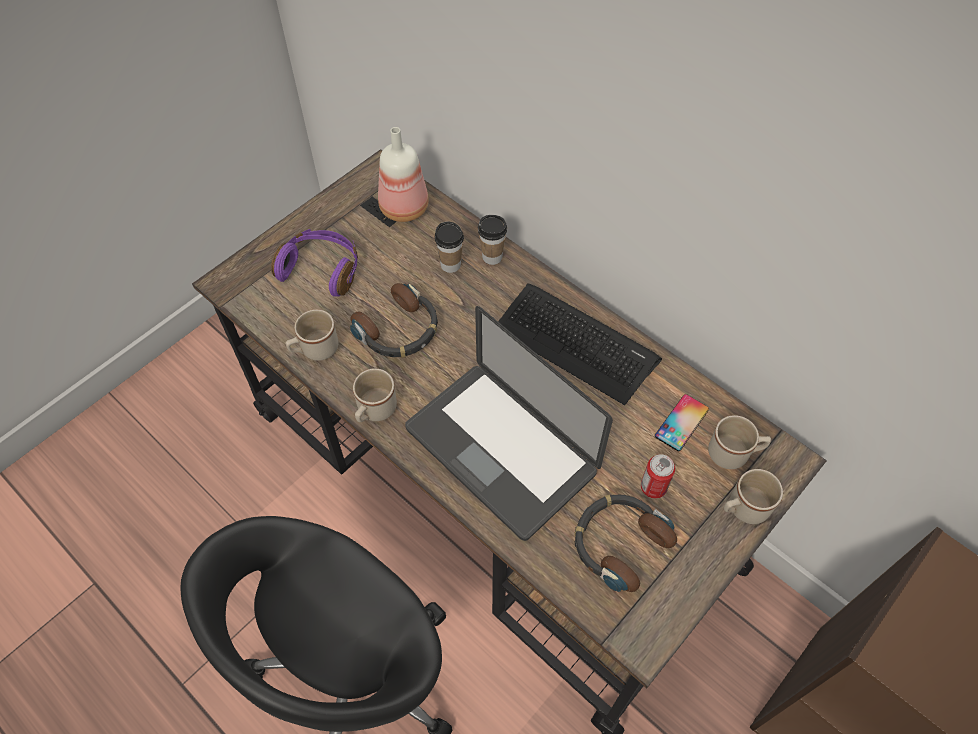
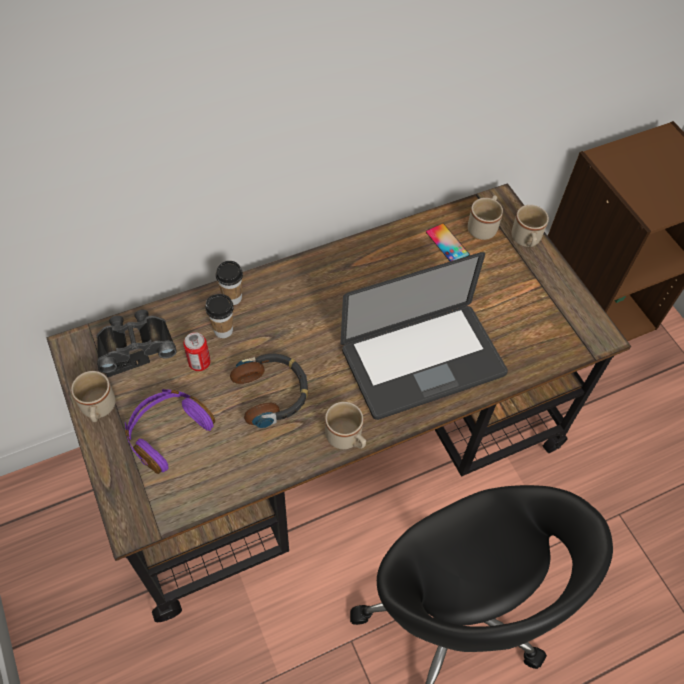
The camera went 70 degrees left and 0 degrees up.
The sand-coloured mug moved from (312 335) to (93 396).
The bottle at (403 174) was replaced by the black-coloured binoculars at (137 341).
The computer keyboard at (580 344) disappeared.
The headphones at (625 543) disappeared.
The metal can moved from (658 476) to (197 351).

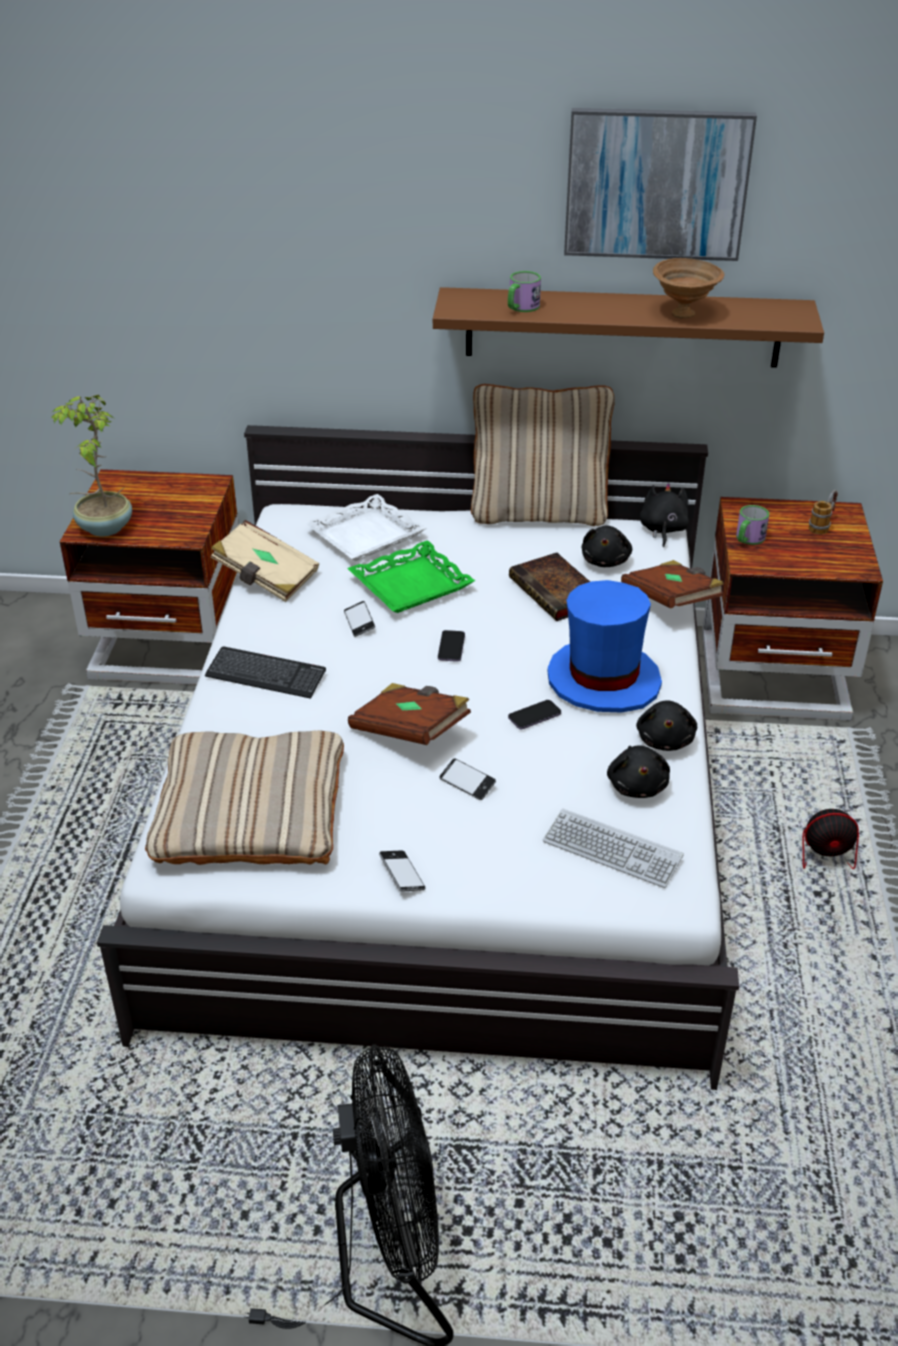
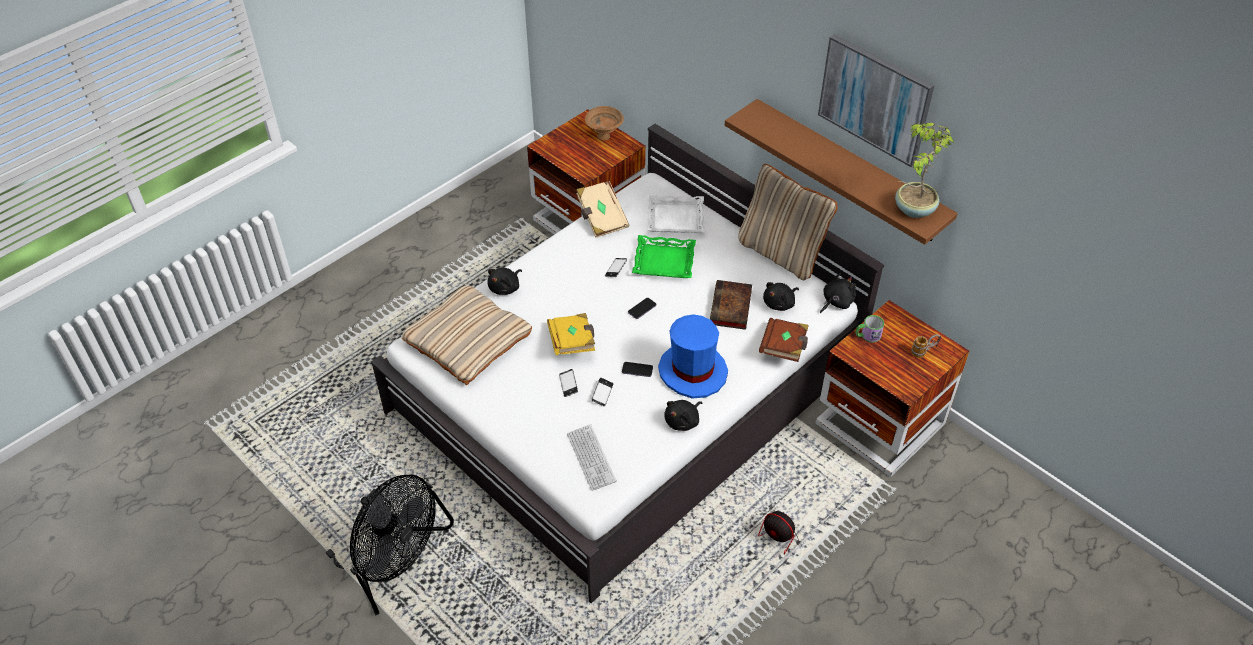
The camera went 40 degrees right and 10 degrees up.
The houseplant moved from (92 466) to (924 170).
The computer keyboard at (265 673) disappeared.
The brown book at (409 714) became the yellowish book at (571 334).
The handset moved from (402 870) to (602 392).
The mug at (524 291) disappeared.
The black-coloured cuddly toy moved from (638 771) to (504 281).
The brown bowl moved from (689 288) to (604 123).

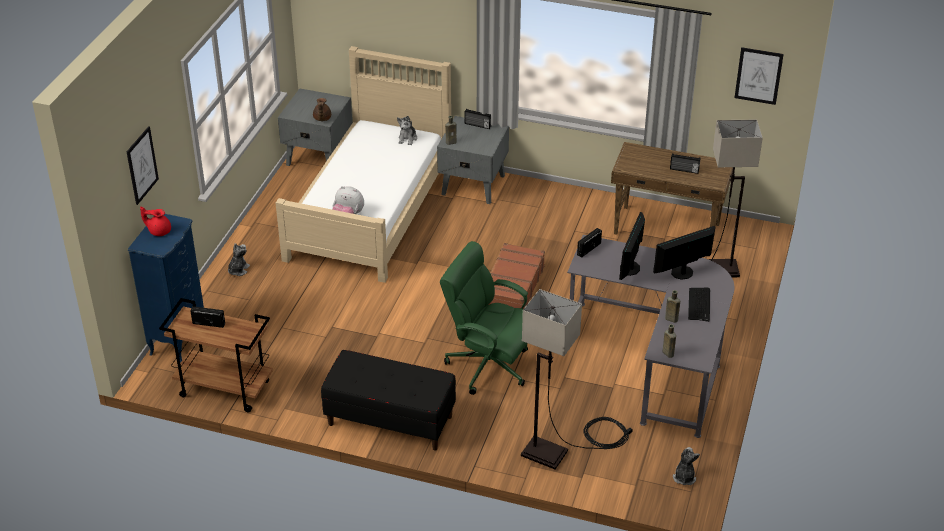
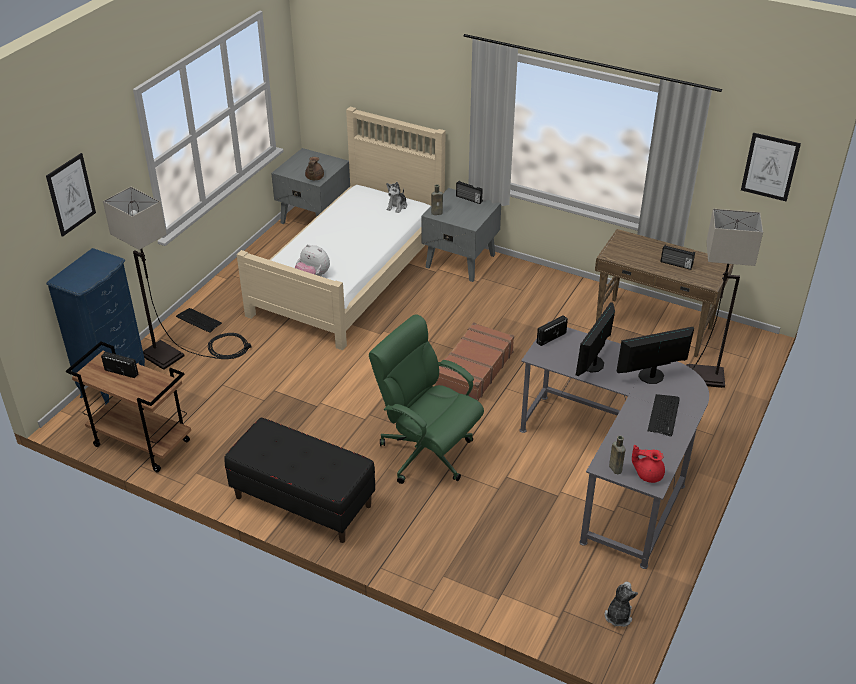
The camera went 10 degrees right and 0 degrees up.
The reddish tea pot moved from (155 221) to (648 464).
The cuddly toy at (239 259) was replaced by the computer keyboard at (199 320).
The standing lamp moved from (577 379) to (177 278).
The brown bottle at (672 306) disappeared.

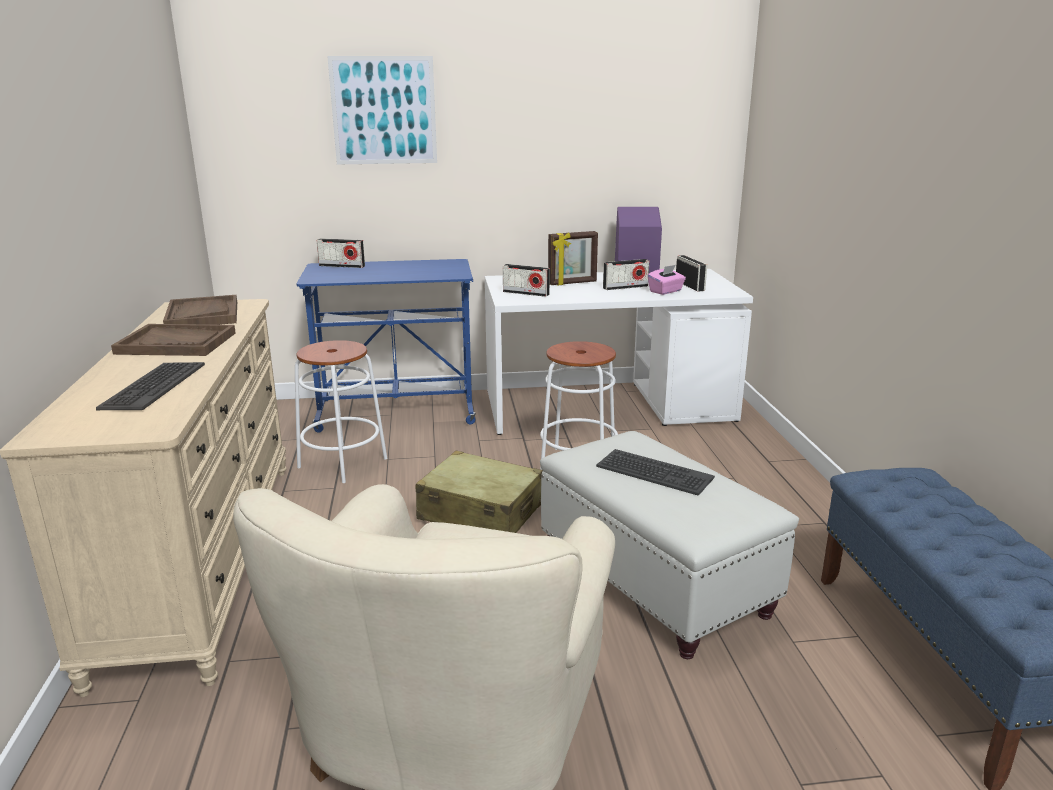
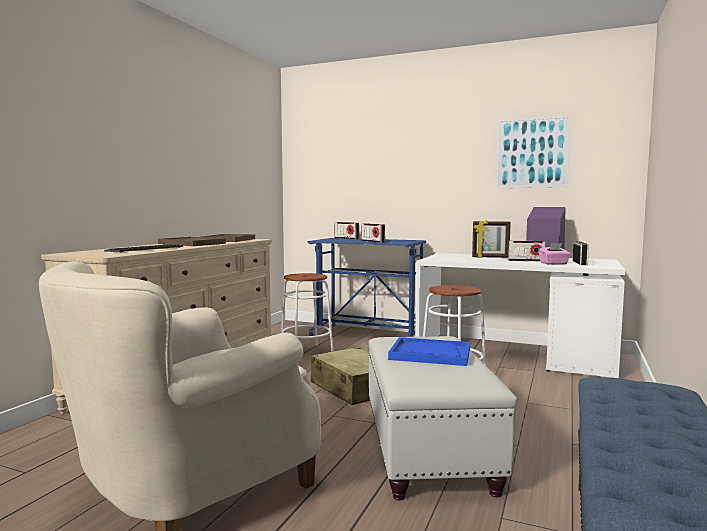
The camera went 30 degrees right and 15 degrees down.
The wall art moved from (382 110) to (533 151).
The radio receiver moved from (526 280) to (373 233).
The computer keyboard at (655 472) was replaced by the blue tray at (429 351).

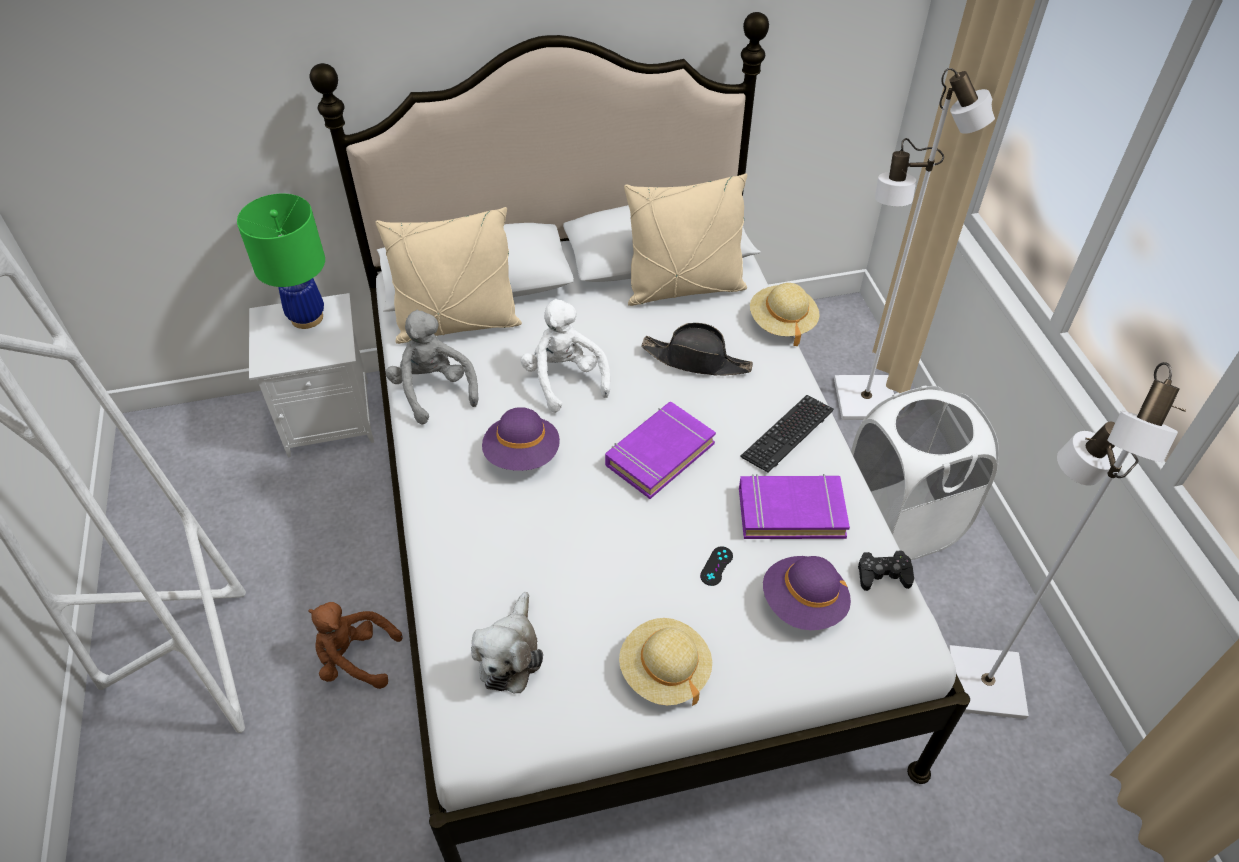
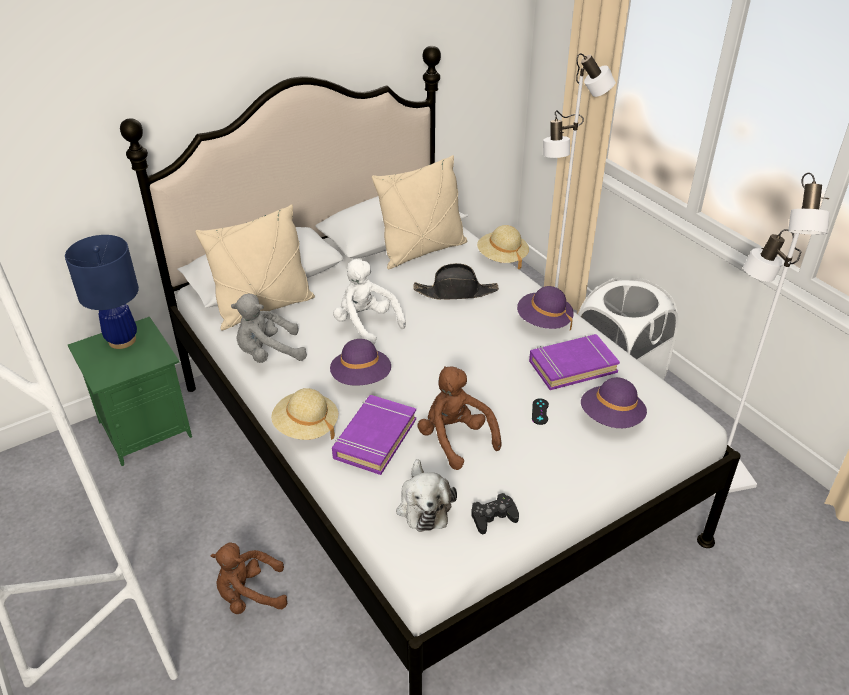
The camera went 20 degrees left and 10 degrees down.
The green-coloured lamp for a table at (281 261) became the blue lamp for a table at (102 292).
The grey night table at (311 375) became the green-coloured night table at (130 391).
The grey cuddly toy at (432 367) turned 60 degrees counterclockwise.
The purple-coloured book moved from (660 450) to (374 435).
The sand-coloured hat moved from (665 662) to (304 414).
The computer keyboard at (787 433) was replaced by the purple-coloured hat at (545 308).
The black-coloured gamepad moved from (886 571) to (495 513).
The brown cuddly toy at (459 418) appeared.

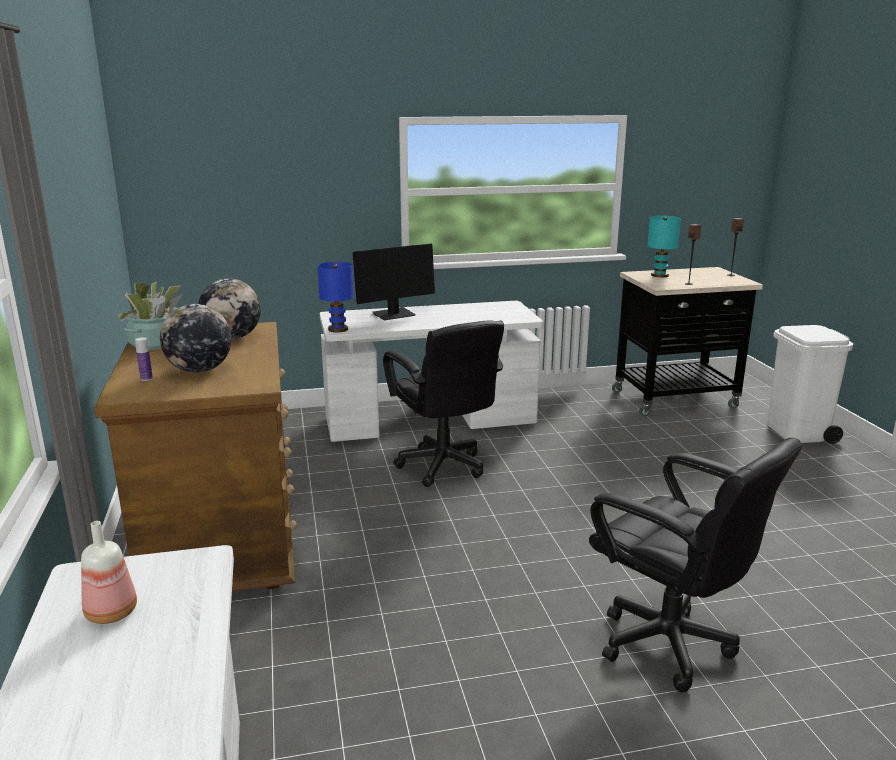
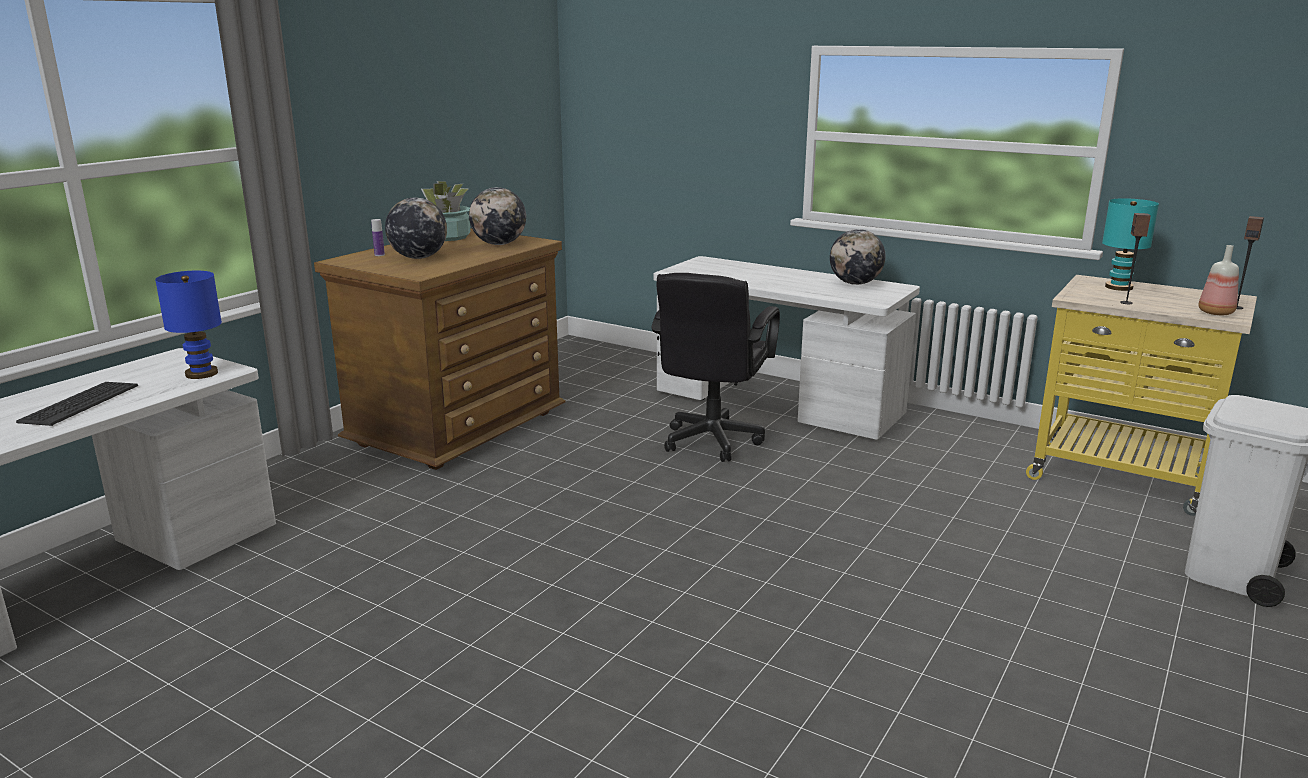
The camera went 45 degrees right and 0 degrees up.
The bottle moved from (109 572) to (1218 280).
The blue lamp for a table moved from (335 297) to (188 325).
The monitor at (394 282) disappeared.
The black-coloured office chair at (695 564) disappeared.
The black-coloured wheeled cart at (687 342) became the yellowish wheeled cart at (1141 395).
The computer keyboard at (77 404) appeared.
The globe at (858 257) appeared.

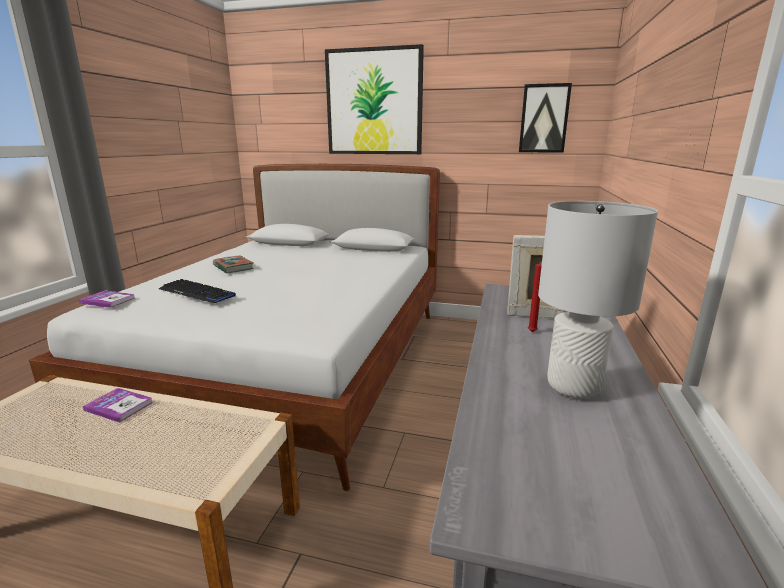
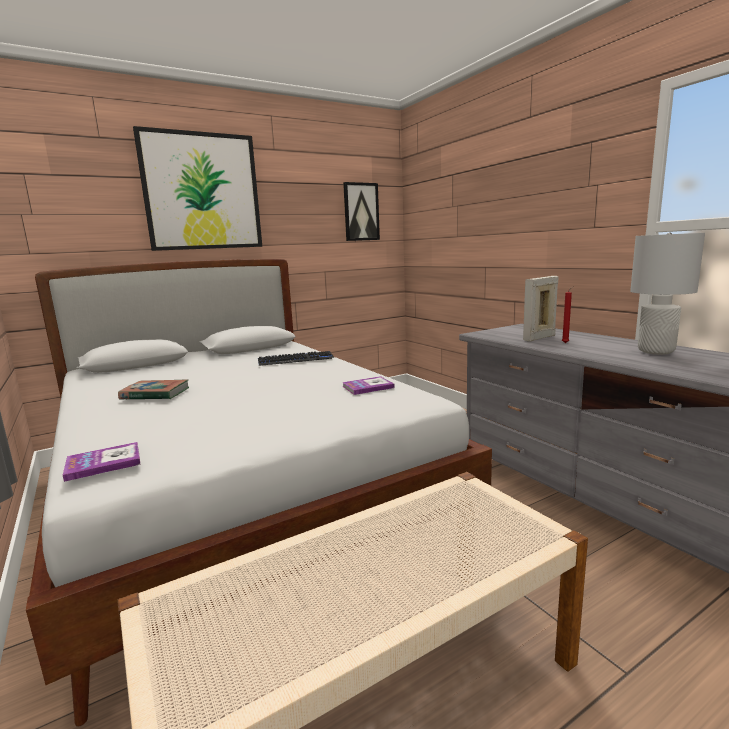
The camera went 45 degrees left and 5 degrees down.
The book moved from (118 405) to (368 385).
The computer keyboard moved from (197 291) to (296 358).

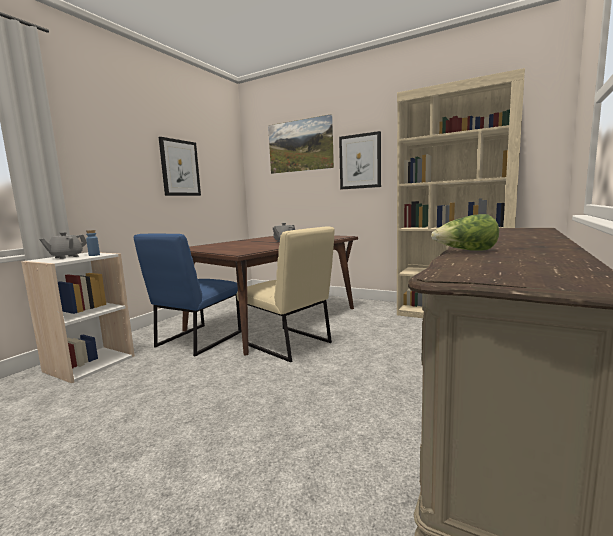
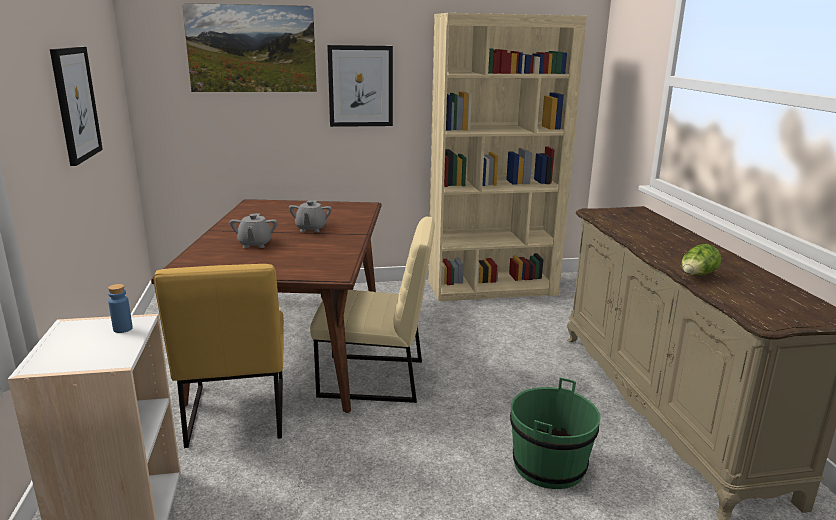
The camera went 40 degrees left and 10 degrees up.
The grey tea pot moved from (63 245) to (253 230).
The blue plain chair at (188 295) became the yellowish plain chair at (218 356).
The green-coloured water bucket at (555 433) appeared.

